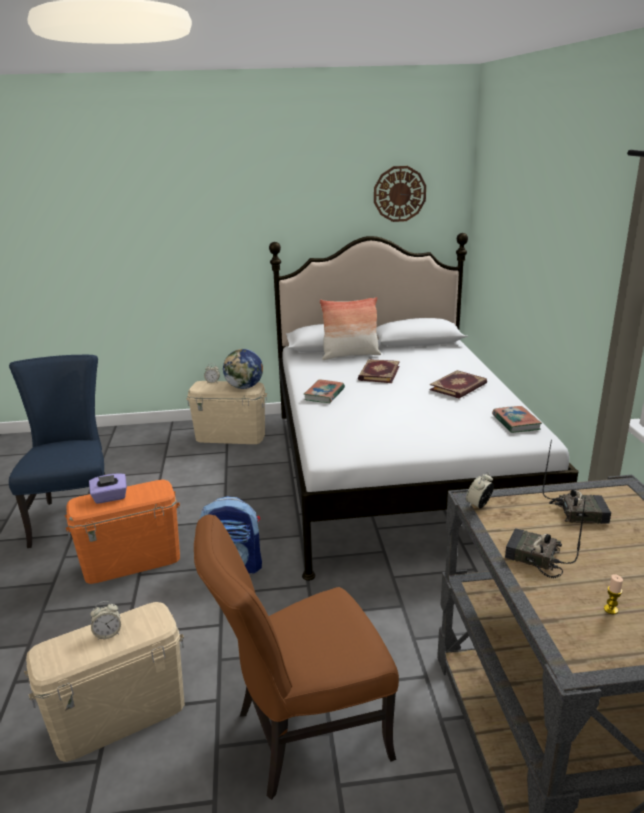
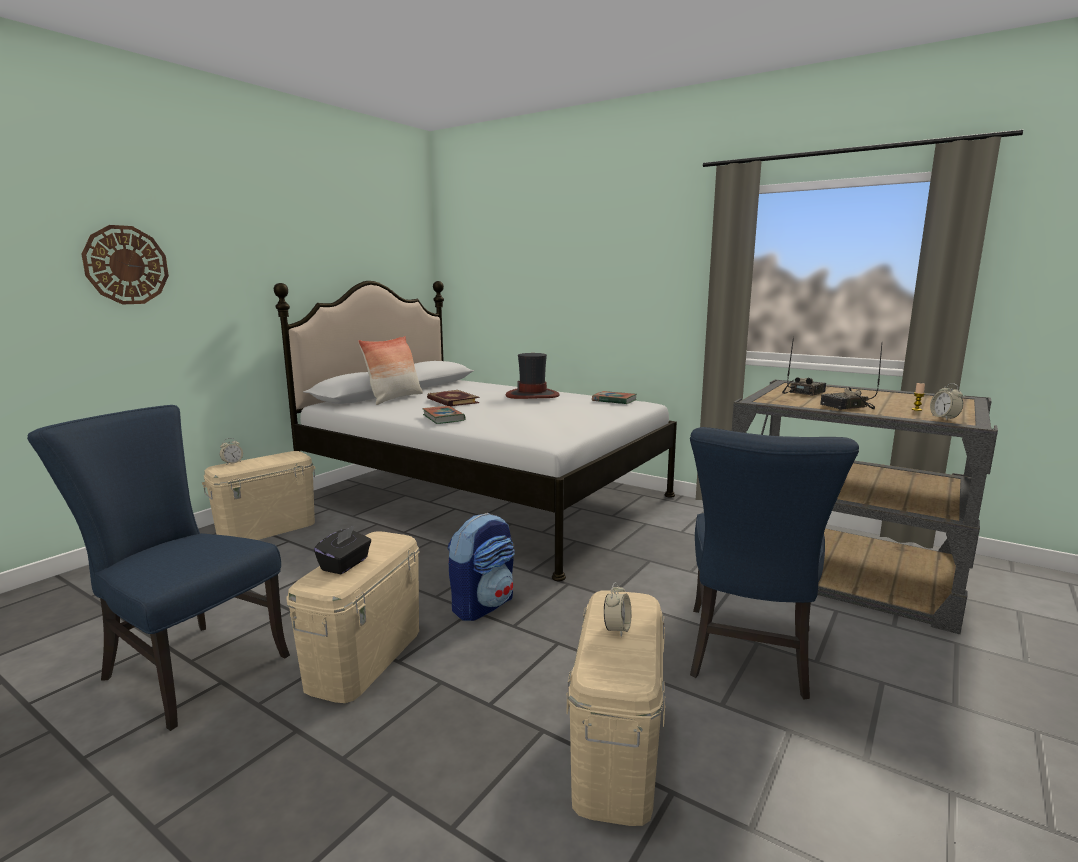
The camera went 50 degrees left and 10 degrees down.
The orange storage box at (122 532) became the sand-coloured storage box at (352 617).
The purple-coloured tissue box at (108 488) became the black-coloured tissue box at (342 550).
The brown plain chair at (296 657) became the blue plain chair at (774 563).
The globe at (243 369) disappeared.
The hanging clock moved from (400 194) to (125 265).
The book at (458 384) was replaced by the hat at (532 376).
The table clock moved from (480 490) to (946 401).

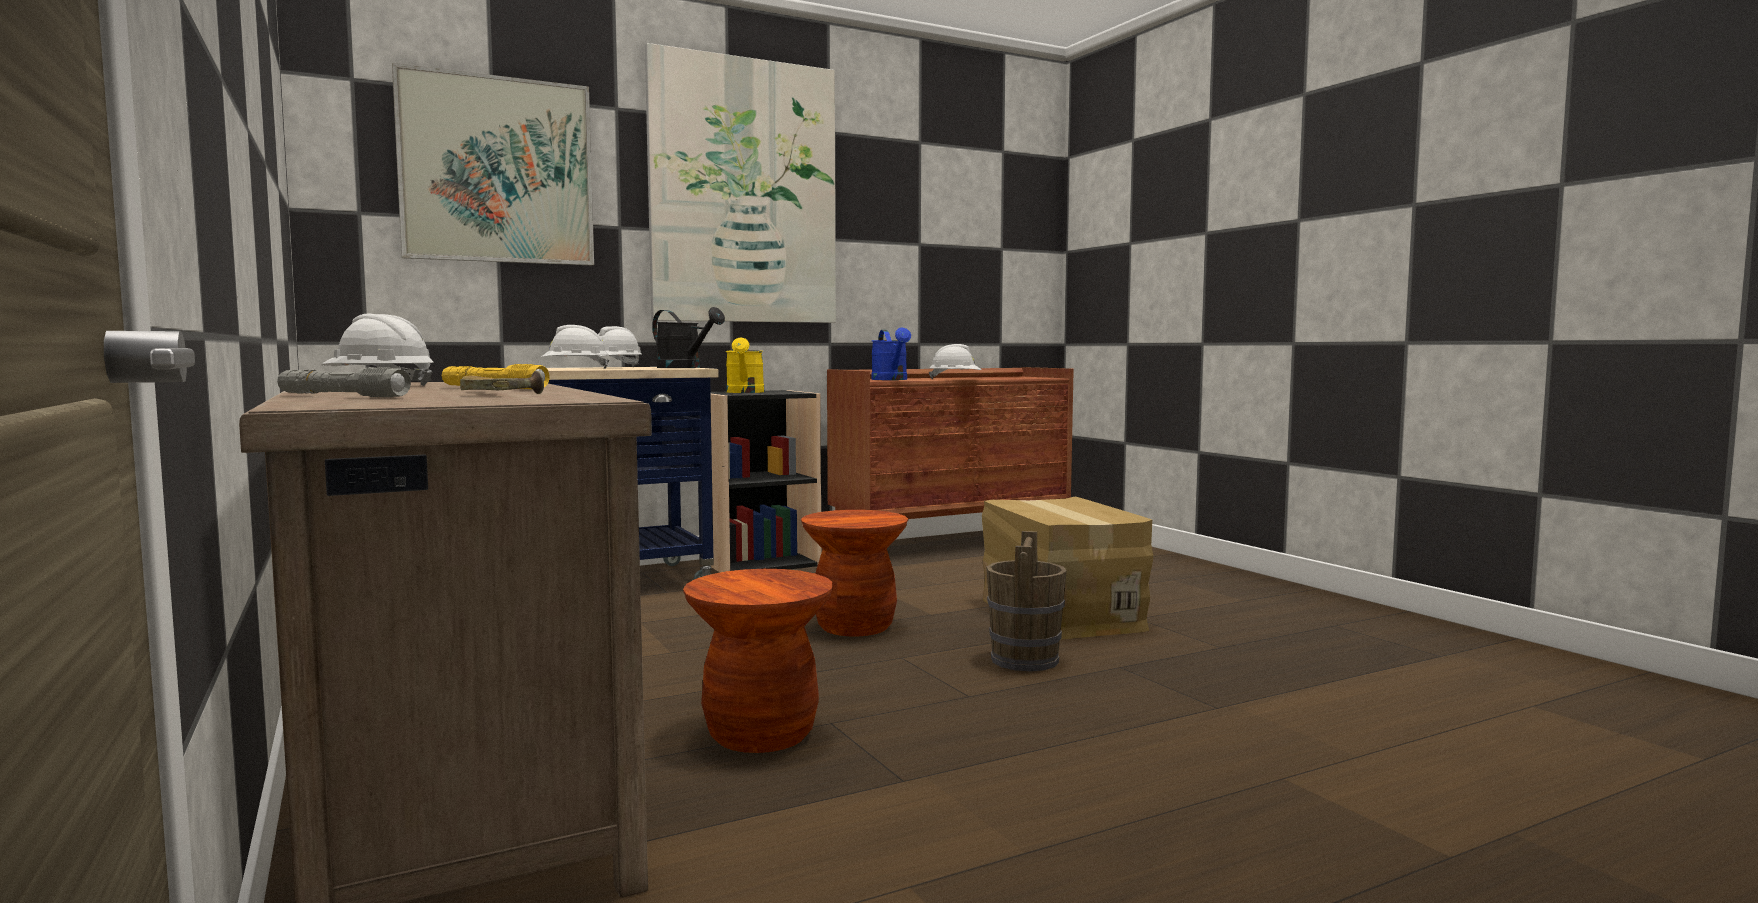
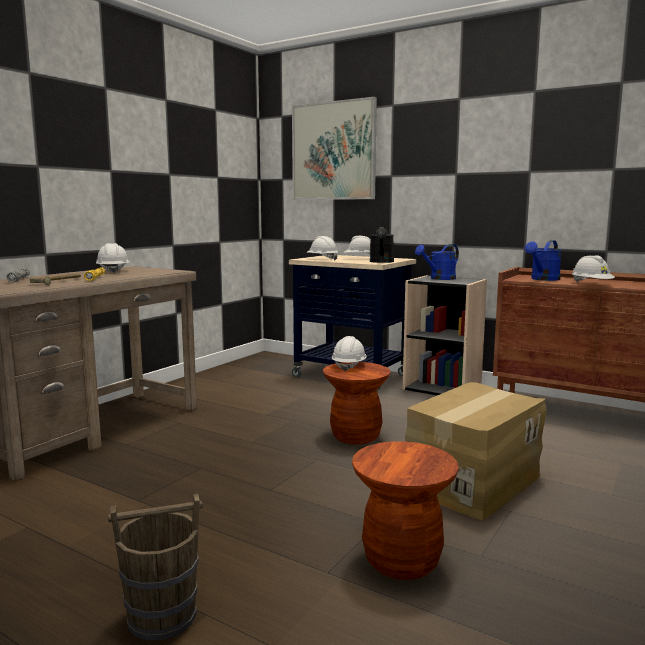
The camera went 60 degrees right and 5 degrees up.
The wall art at (740 183) disappeared.
The brown stool seat moved from (758 661) to (405 510).
The yellowish sprinkling can at (745 365) became the blue sprinkling can at (437 262).
The brown water bucket moved from (1027 601) to (155 567).
The white safety helmet at (349 354) appeared.

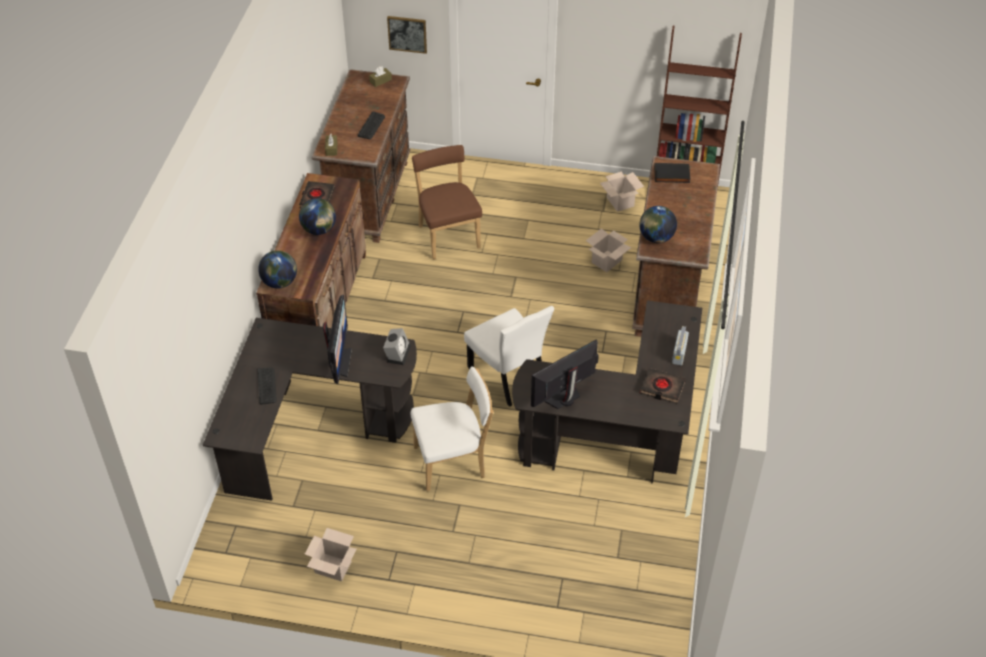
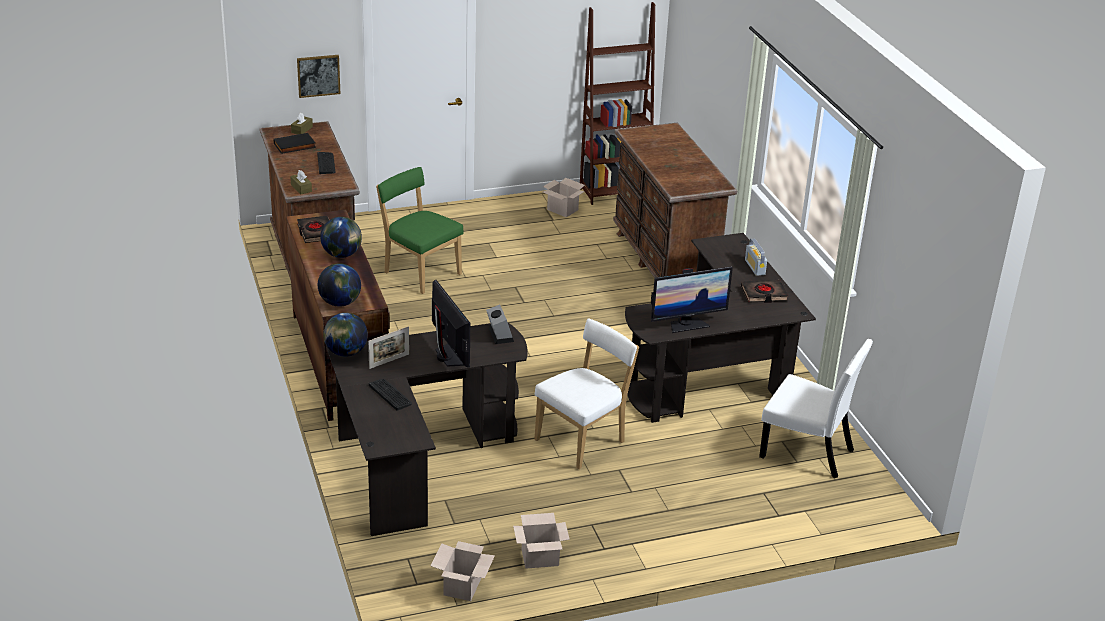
The camera went 30 degrees left and 15 degrees down.
The brown plain chair at (447 202) became the green-coloured plain chair at (420 230).
The white plain chair moved from (509 356) to (816 408).
The monitor at (565 374) turned 135 degrees counterclockwise.
The carton moved from (608 250) to (463 571).
The globe moved from (658 224) to (345 335).
The black-coloured book moved from (672 173) to (295 143).
The standing frame at (388 347) appeared.

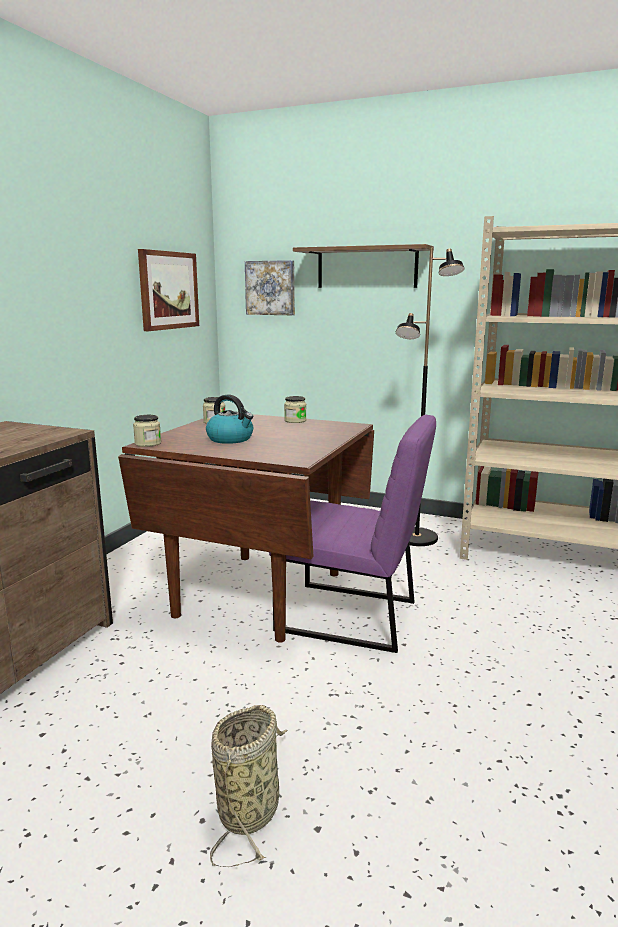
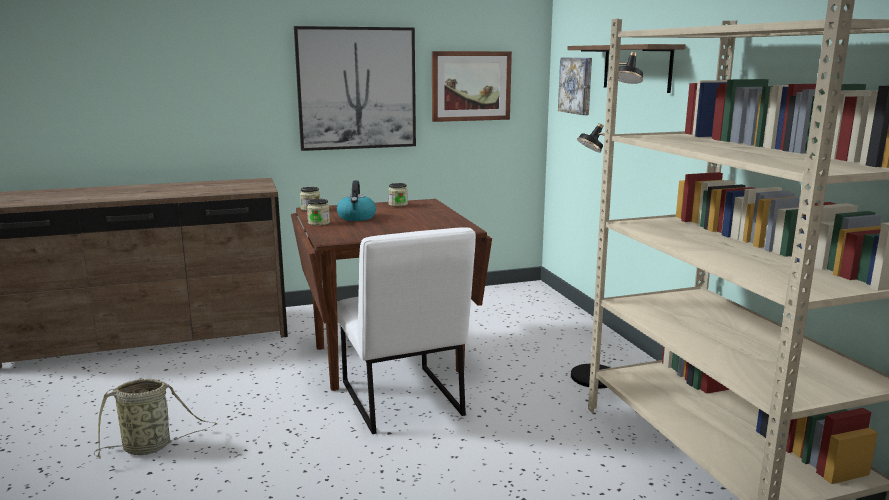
The camera went 50 degrees right and 0 degrees up.
The purple-coloured plain chair at (352 534) became the white plain chair at (406 330).
The jar moved from (295 409) to (318 212).
The wall art at (355 88) appeared.

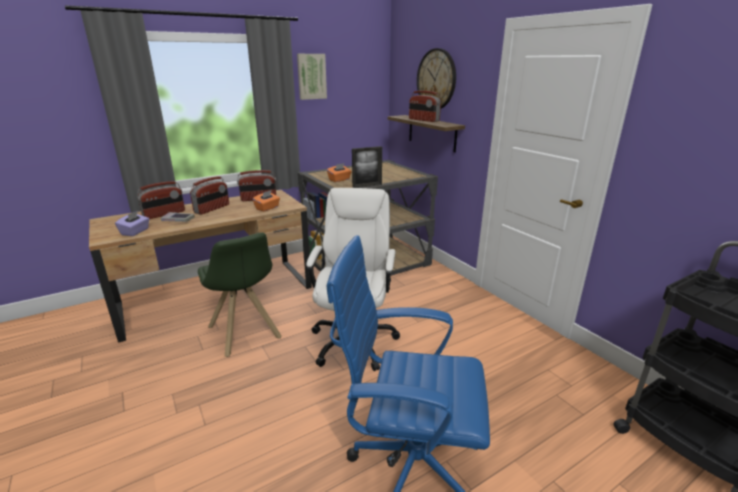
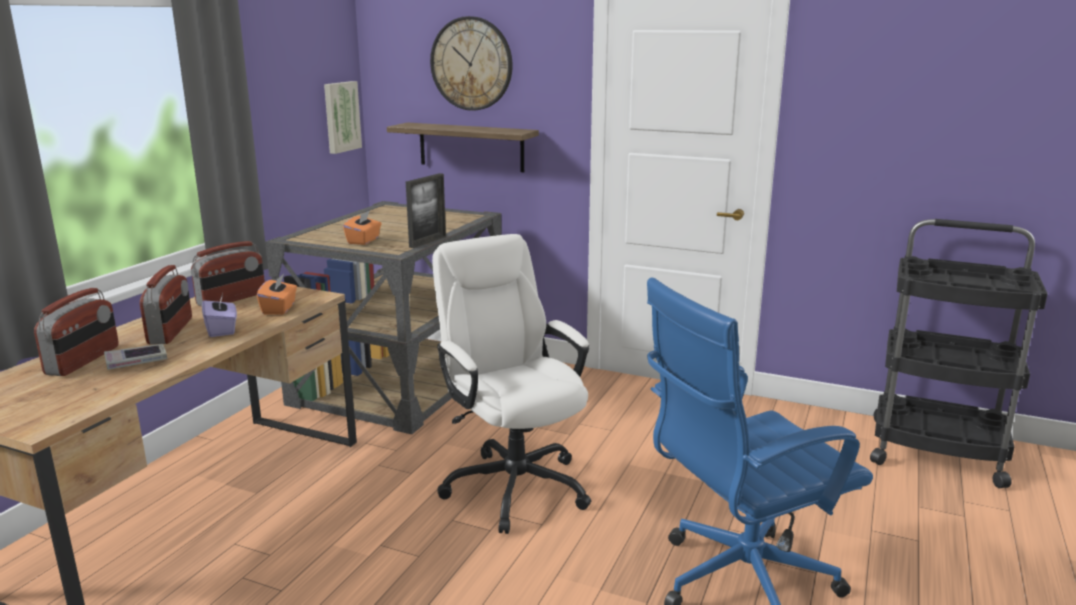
The camera went 35 degrees left and 5 degrees down.
The purple-coloured tissue box moved from (132 223) to (219 315).
The green-coloured plain chair at (240 294) disappeared.
The wall art moved from (312 77) to (343 117).
The radio receiver at (425 106) disappeared.

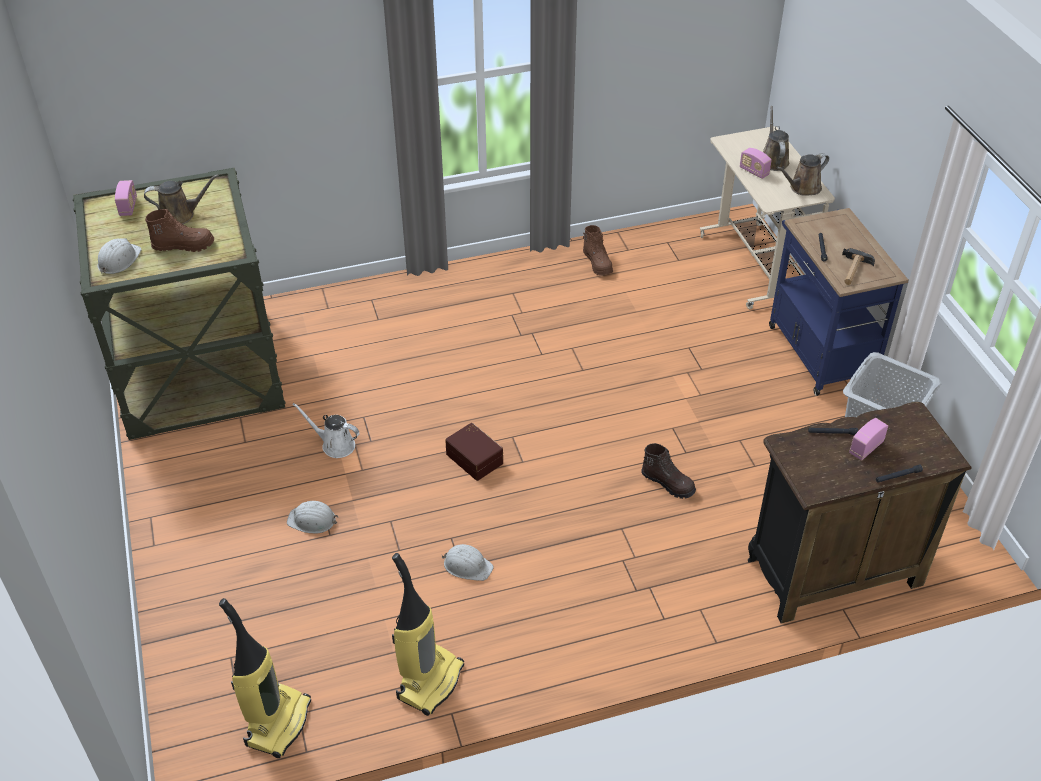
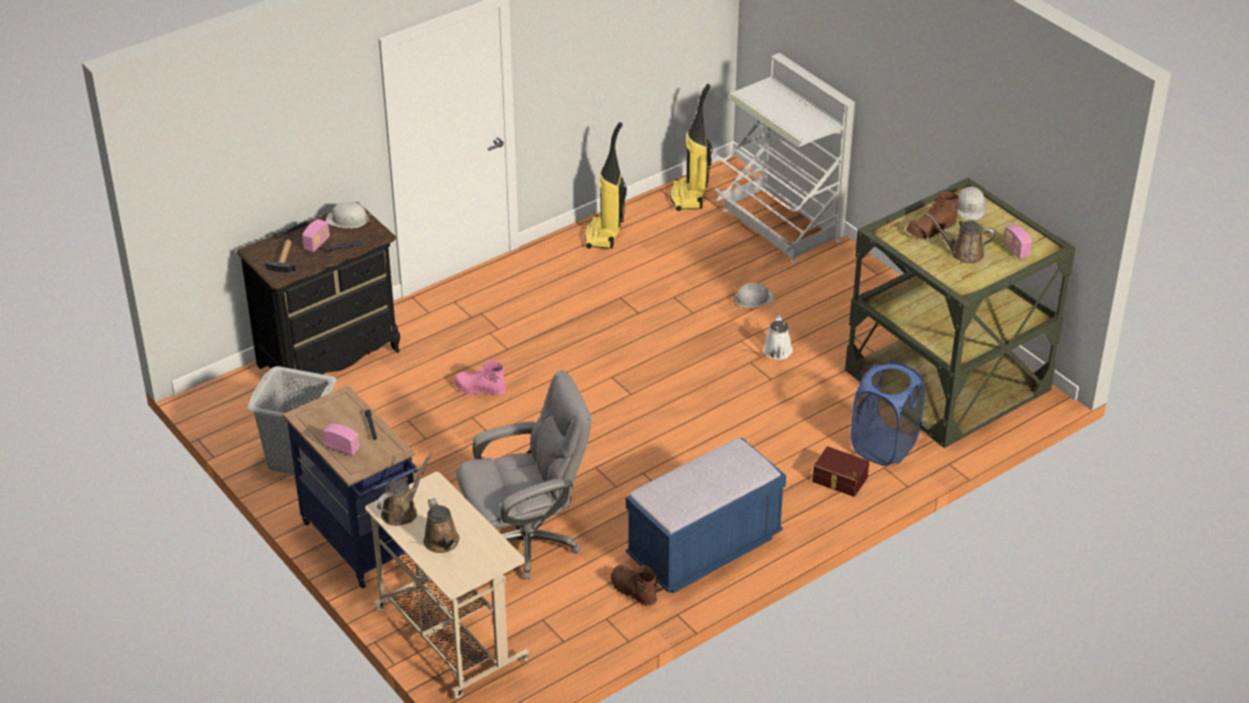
The camera went 160 degrees right and 5 degrees down.
The brown sprinkling can at (181 199) turned 45 degrees clockwise.
The white sprinkling can at (326 430) turned 90 degrees clockwise.
The white safety helmet moved from (468 562) to (348 215).
The brown storage box moved from (474 452) to (840 471).
The brown high-top boot at (668 471) became the pink high-top boot at (480 377).
The radio receiver moved from (756 163) to (341 439).
The tool hammer moved from (858 266) to (280 256).
The grey office chair at (524 474) appeared.
The blue long seat at (706 515) appeared.
The white shoe shelf at (785 158) appeared.
The blue washing basket at (888 414) appeared.

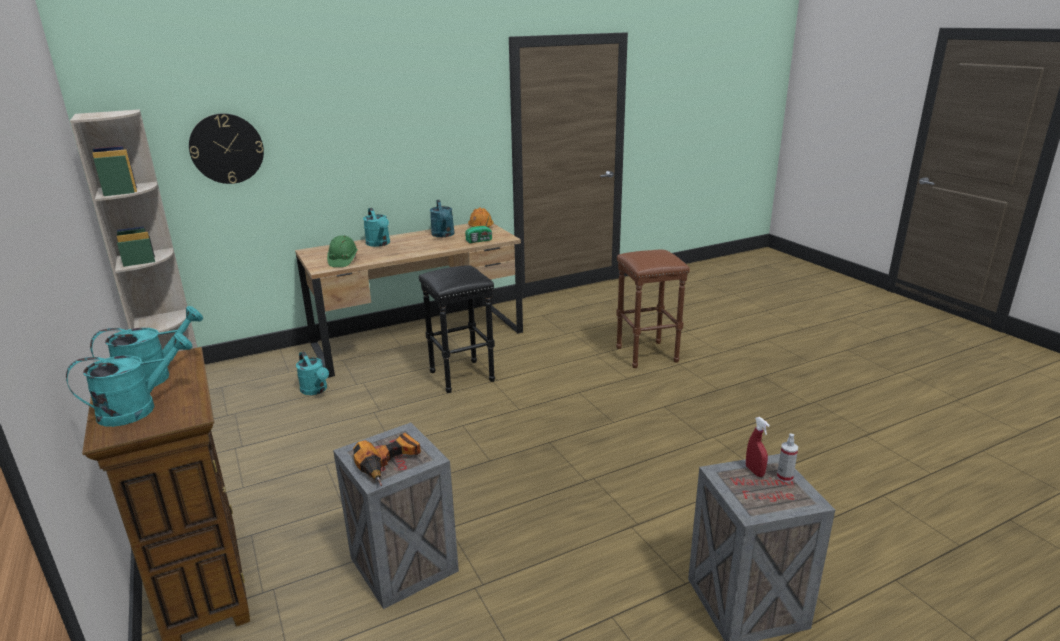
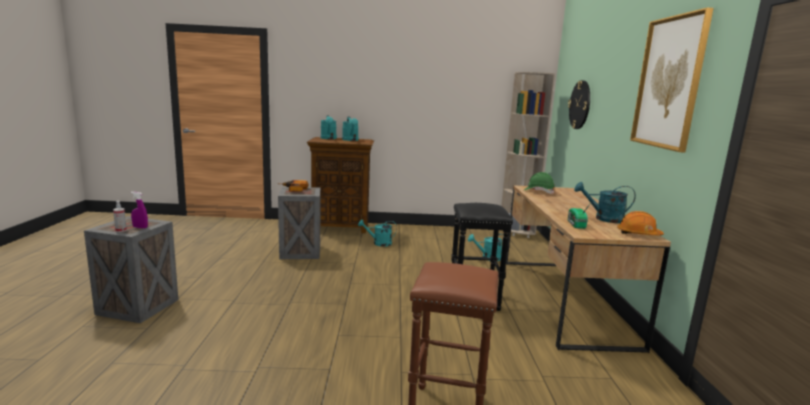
The camera went 115 degrees right and 10 degrees down.
The turquoise-coloured sprinkling can moved from (376 227) to (377 233).
The reddish sprayer at (758 447) became the purple-coloured sprayer at (139 210).
The wall art at (672 80) appeared.

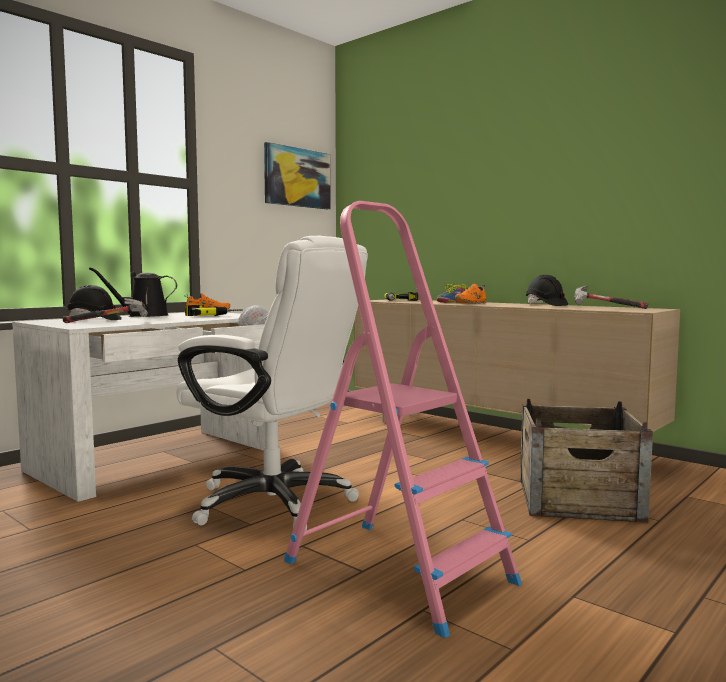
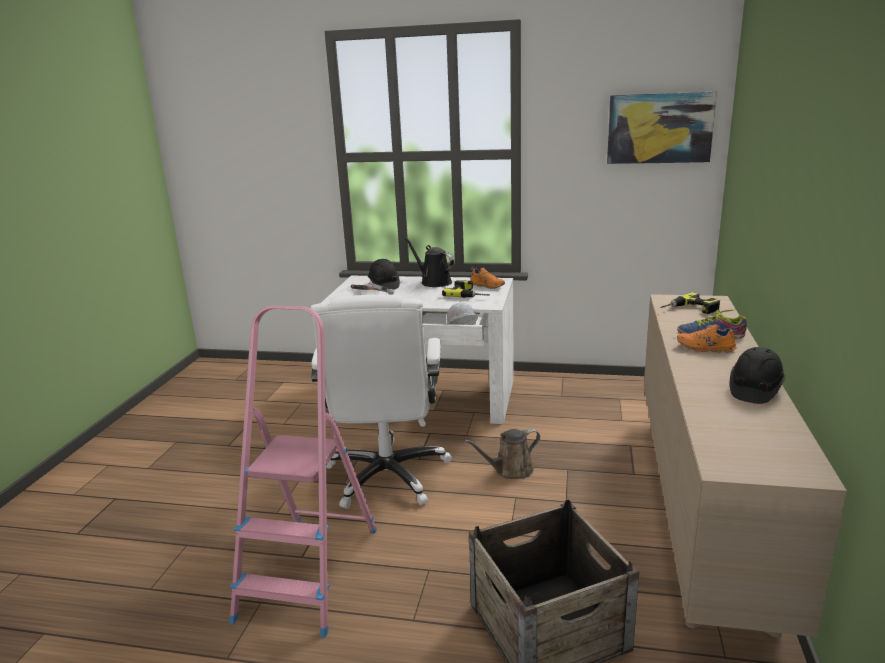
The camera went 60 degrees right and 15 degrees up.
The tool hammer at (611 297) disappeared.
The brown sprinkling can at (502 454) appeared.

